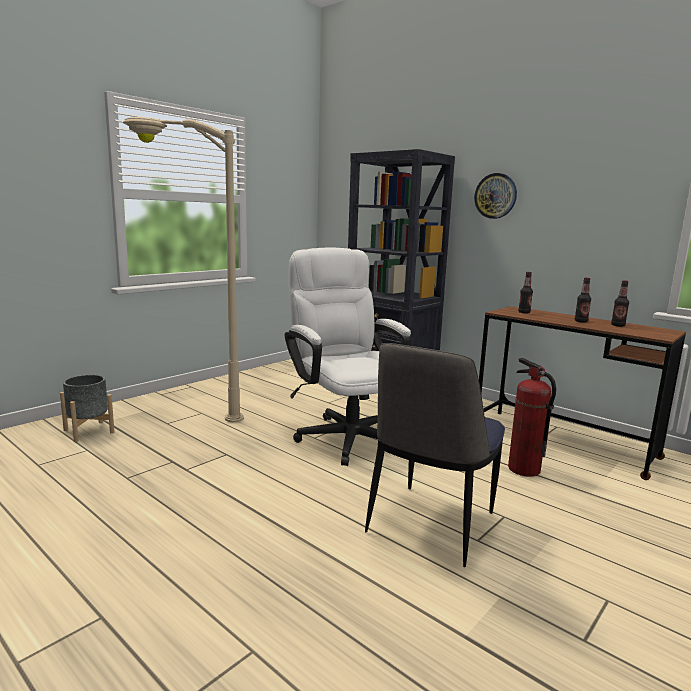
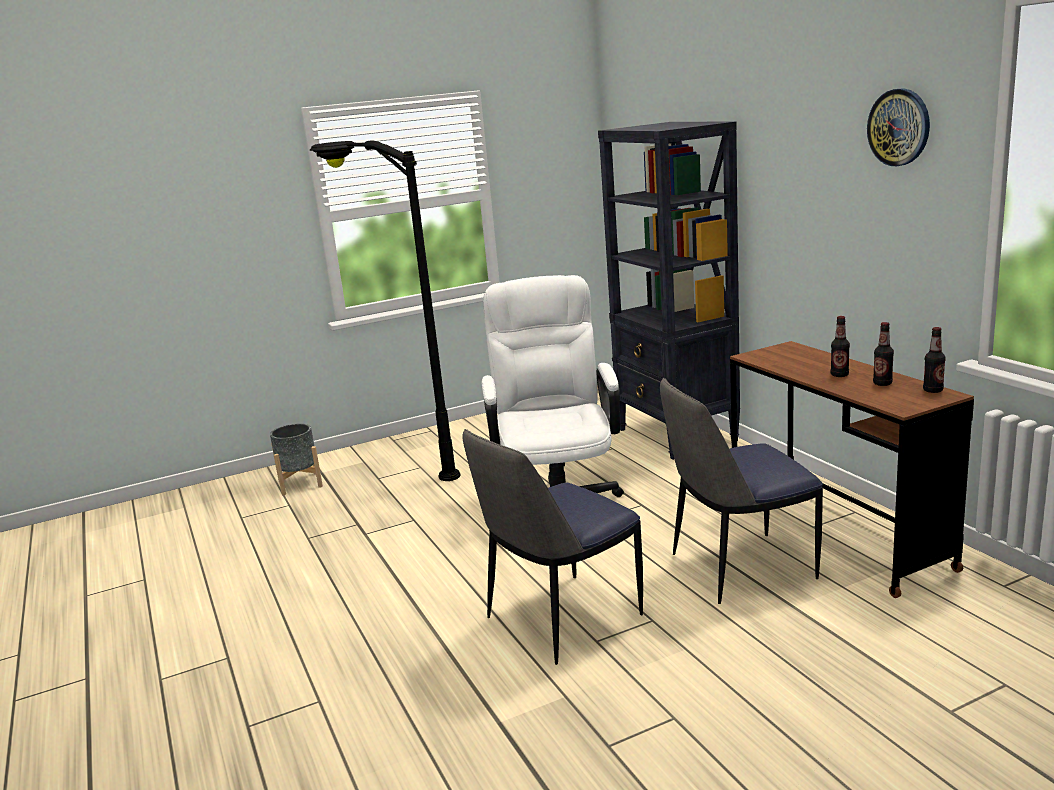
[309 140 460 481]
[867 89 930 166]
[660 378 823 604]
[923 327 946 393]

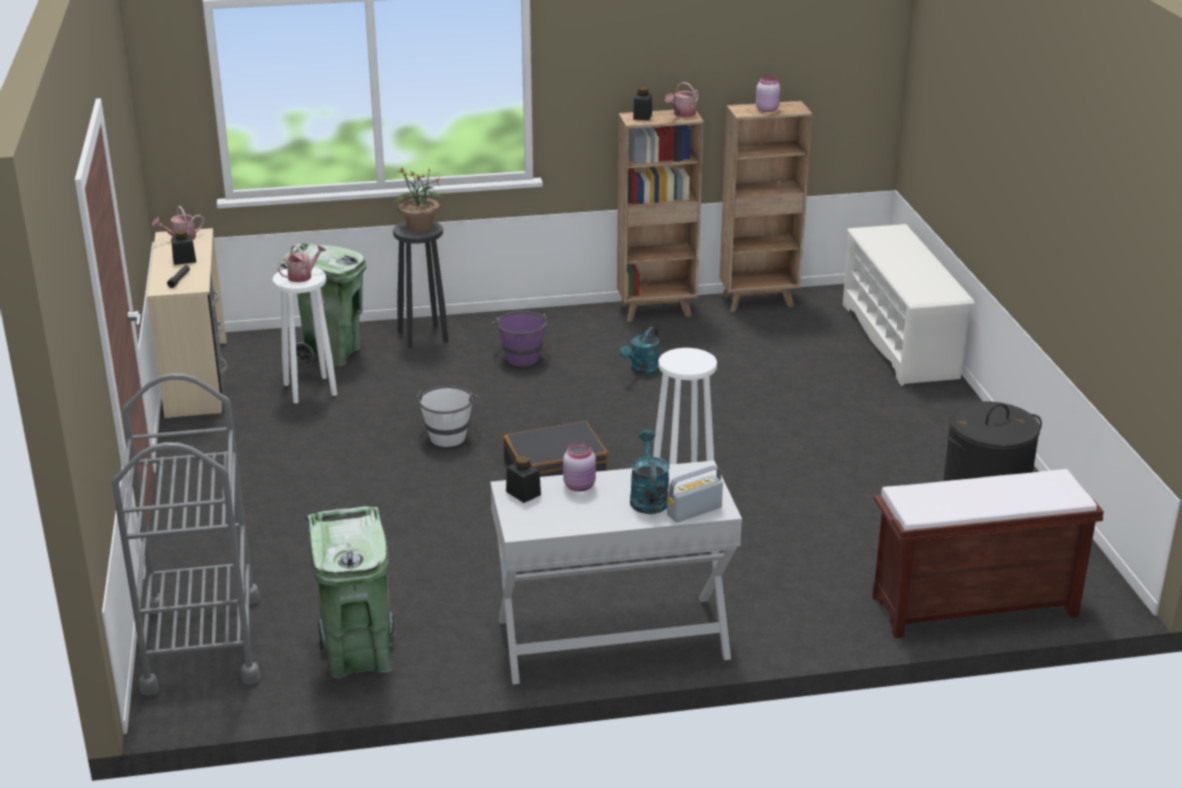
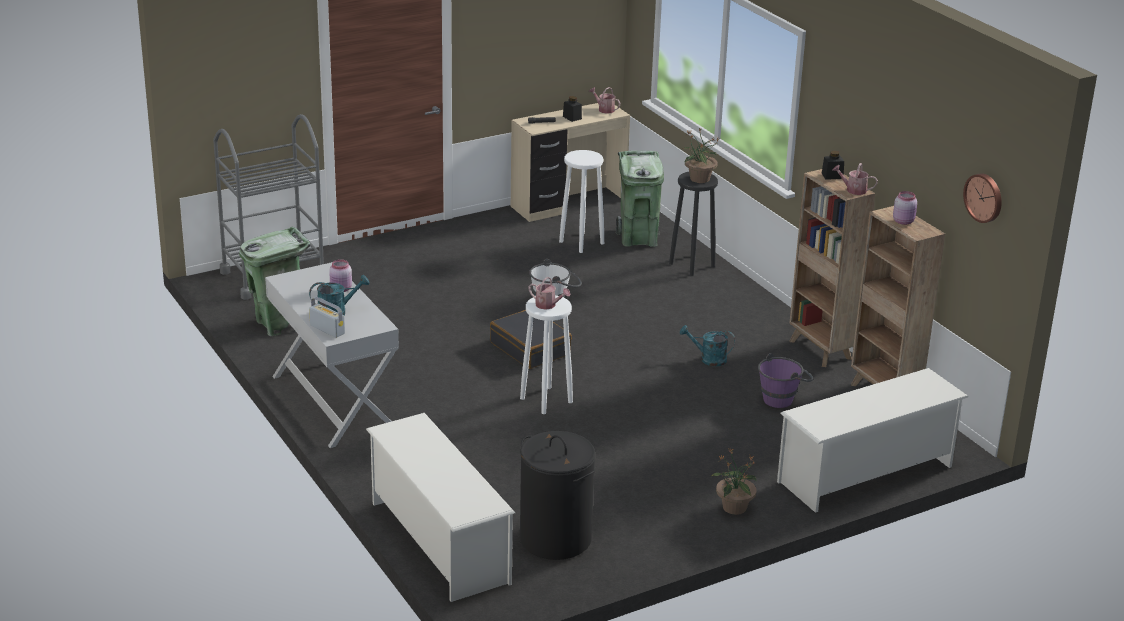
[528 277 570 310]
[758 353 814 408]
[506 456 541 503] (first image)
[366 413 515 602]
[712 448 757 515]
[963 174 1002 223]

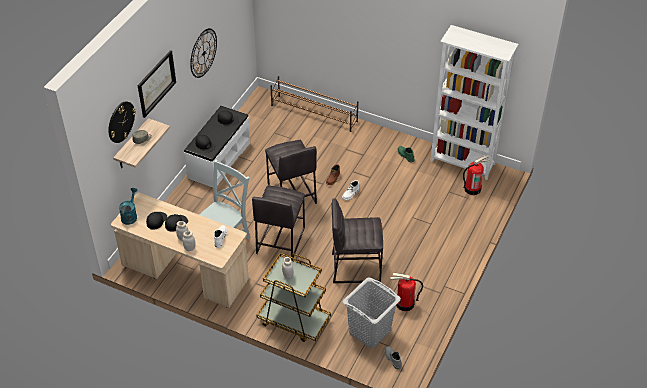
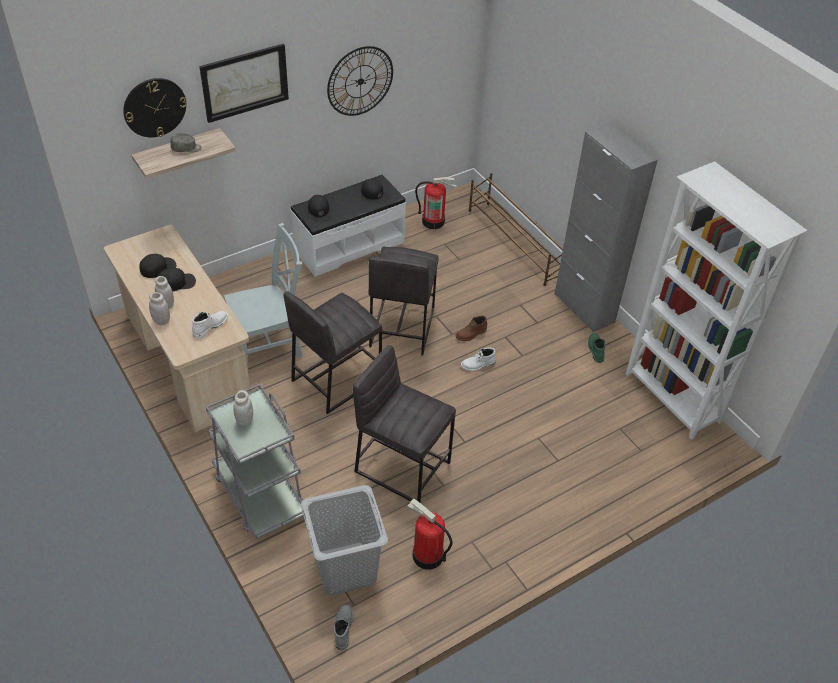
[119 188 137 225] (first image)
[206 384 304 539]
[415 177 456 229]
[554 123 658 332]

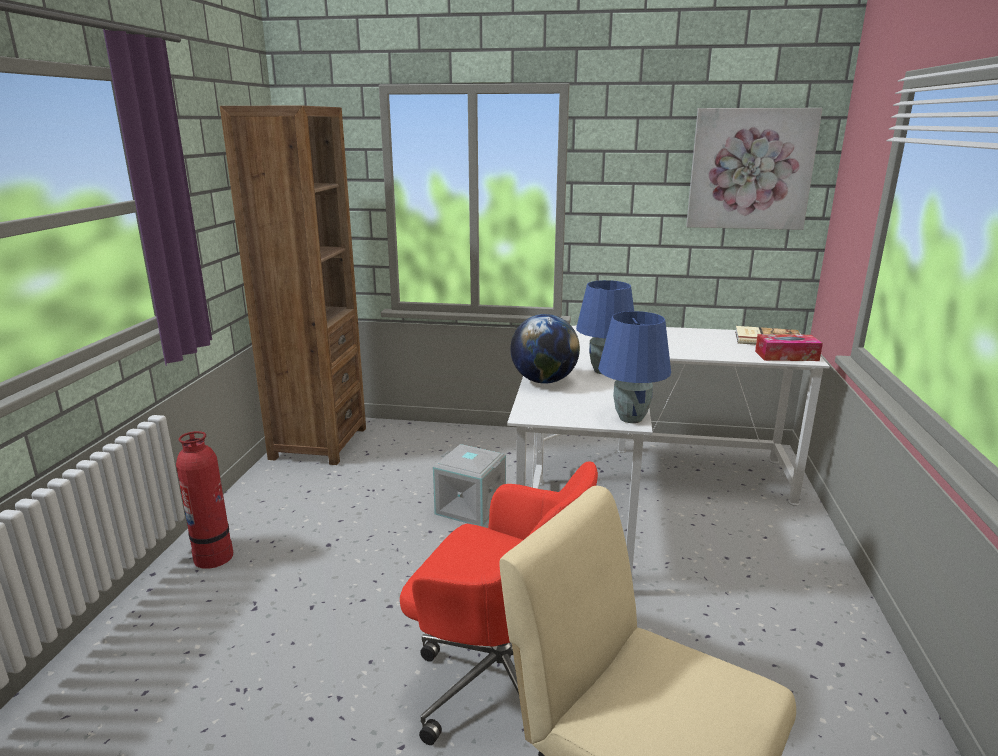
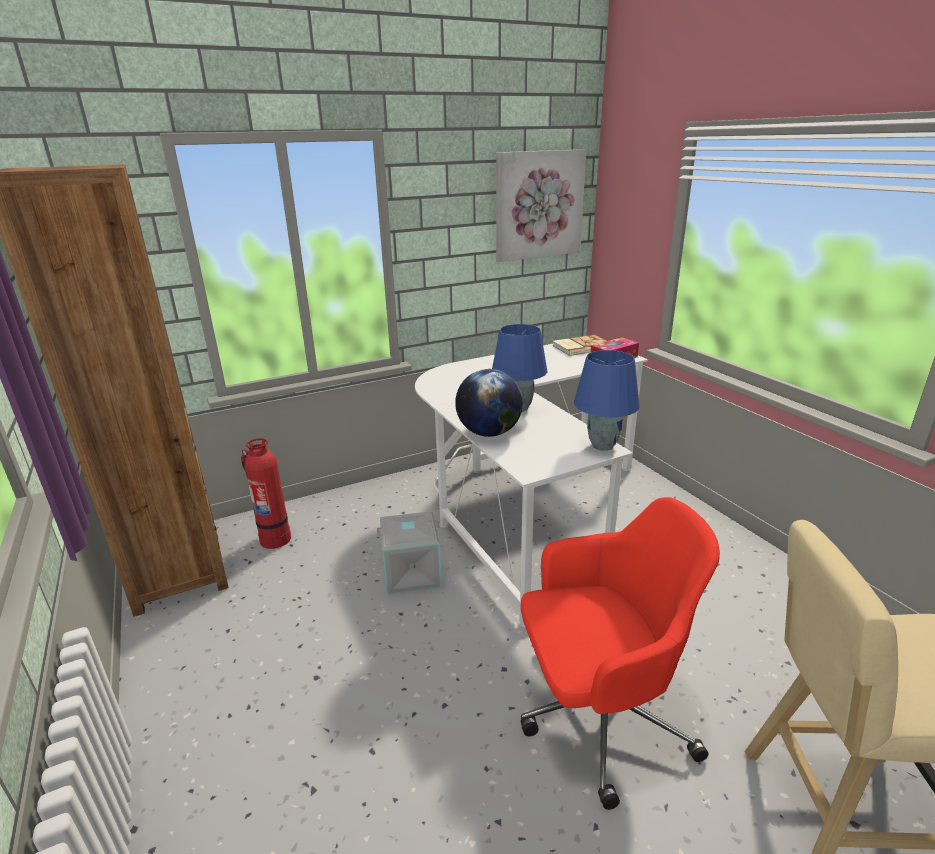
[241 438 291 549]

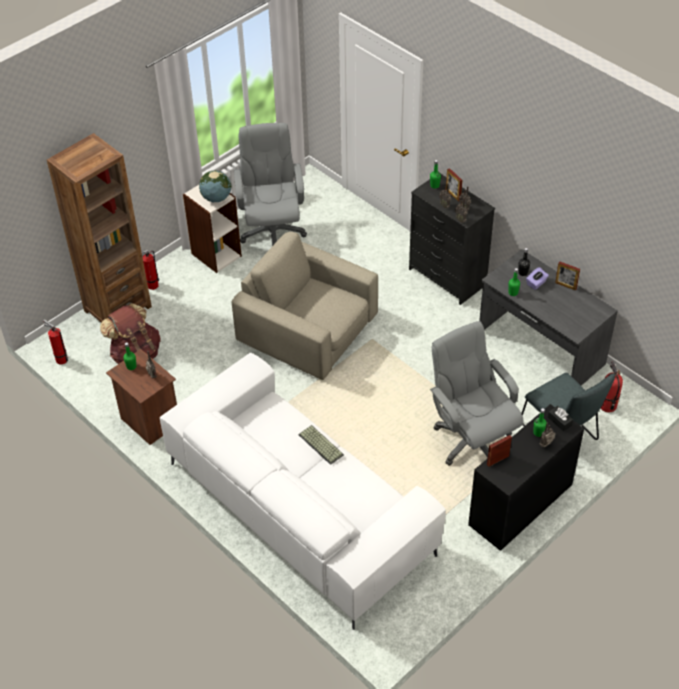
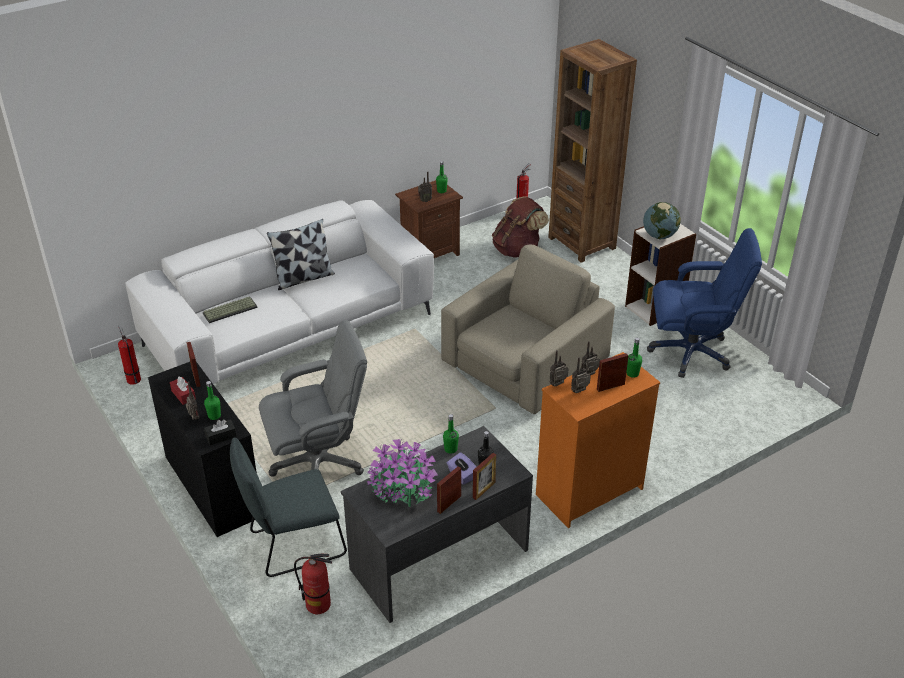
[118 325 141 385]
[647 228 762 378]
[203 296 258 323]
[536 352 660 528]
[170 377 196 405]
[267 219 335 290]
[367 439 438 507]
[473 453 496 500]

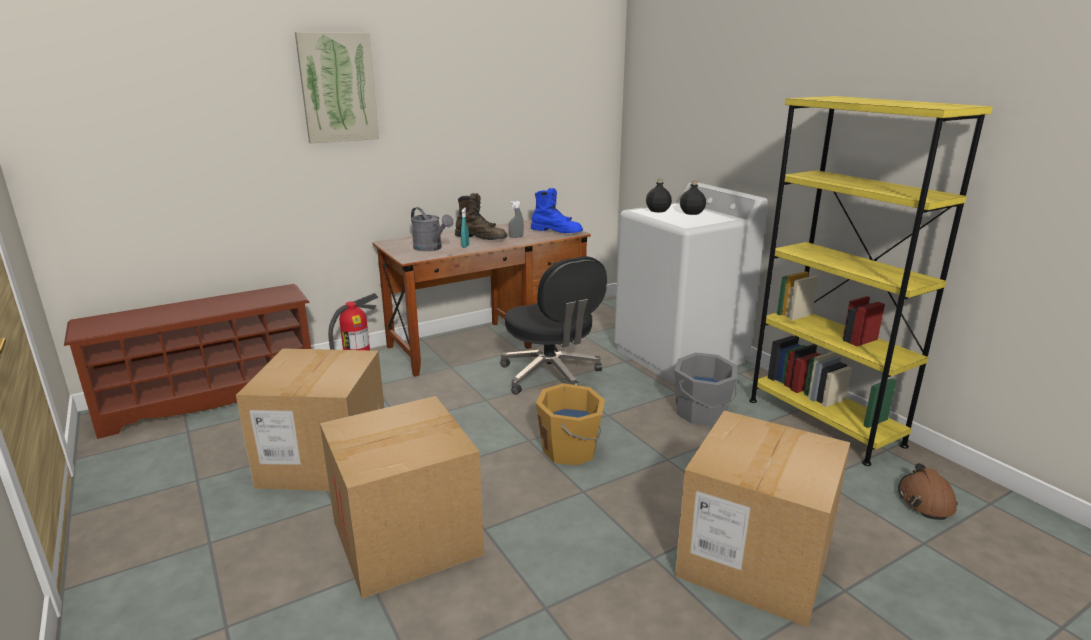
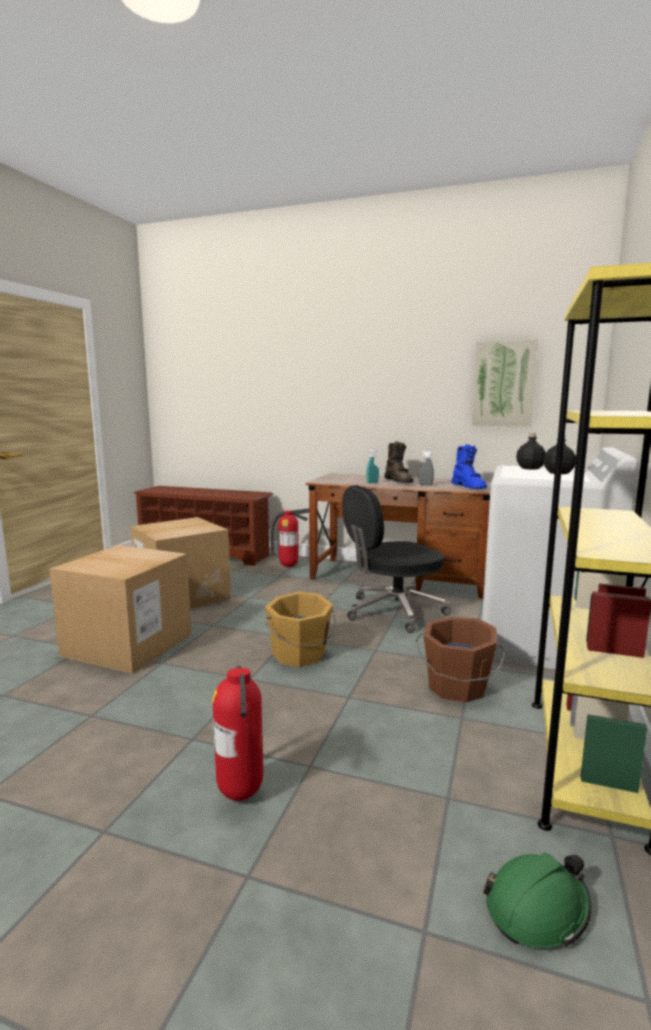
[472 339 538 426]
[411 207 453 251] (first image)
[342 485 451 633]
[415 617 505 702]
[213 666 263 801]
[483 853 591 948]

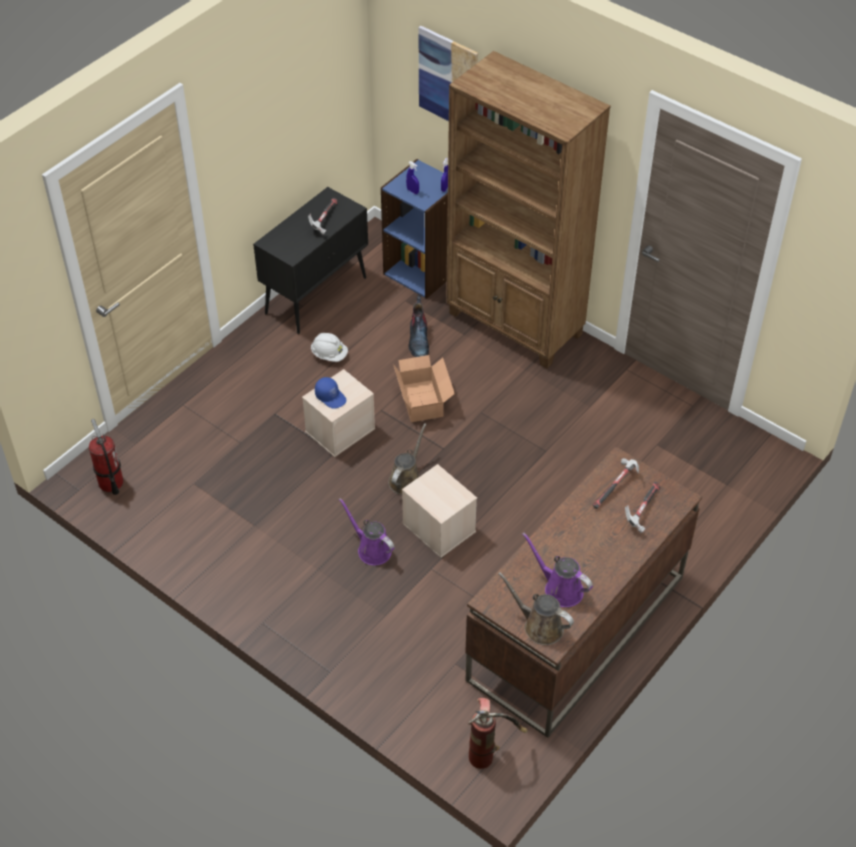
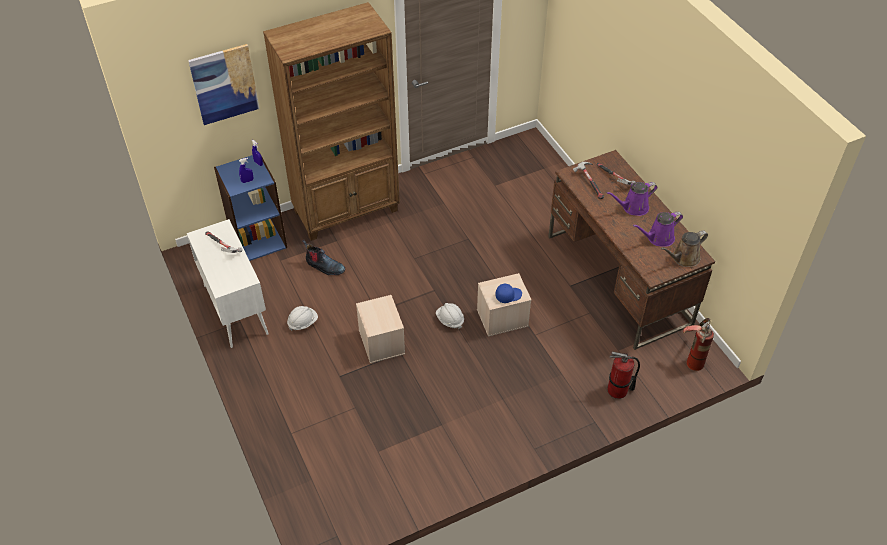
[607 351 640 399]
[187 219 269 348]
[496 284 522 303]
[606 182 658 216]
[436 303 464 329]
[393 355 455 422] (first image)

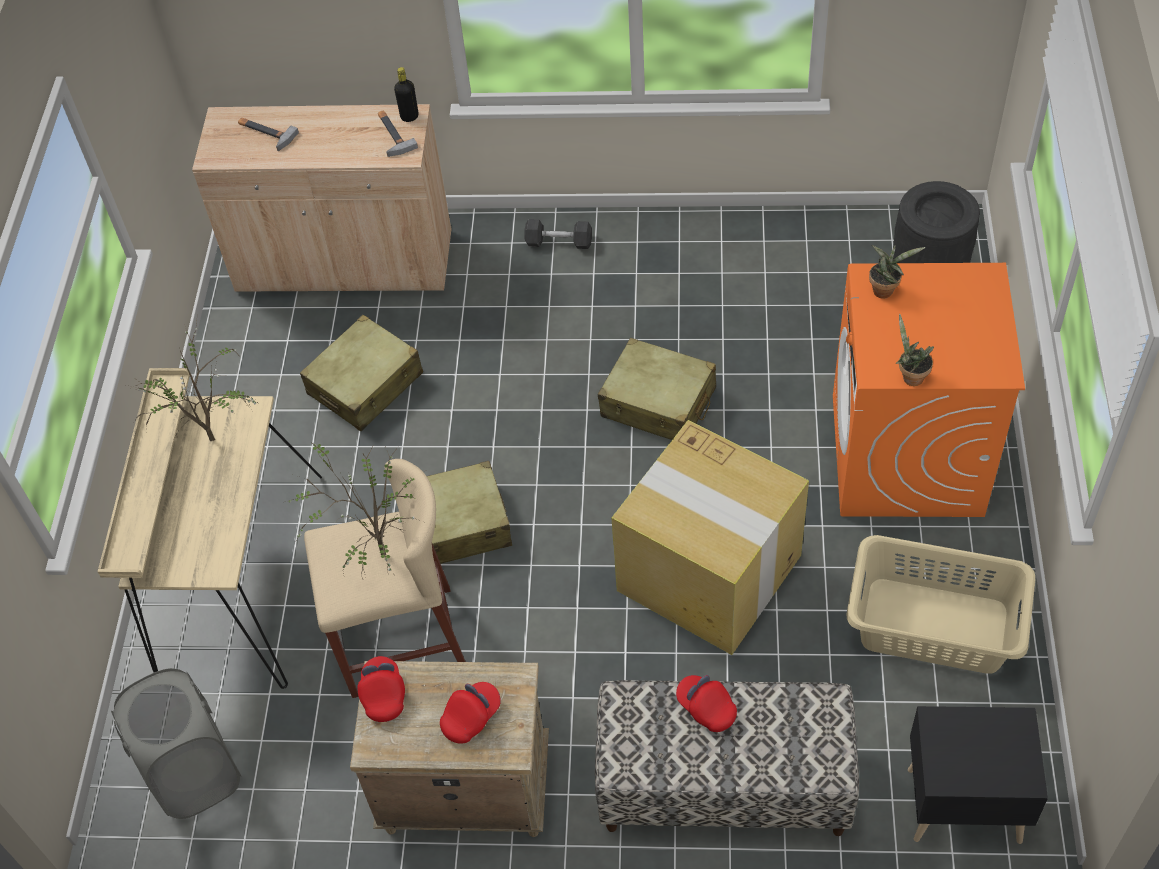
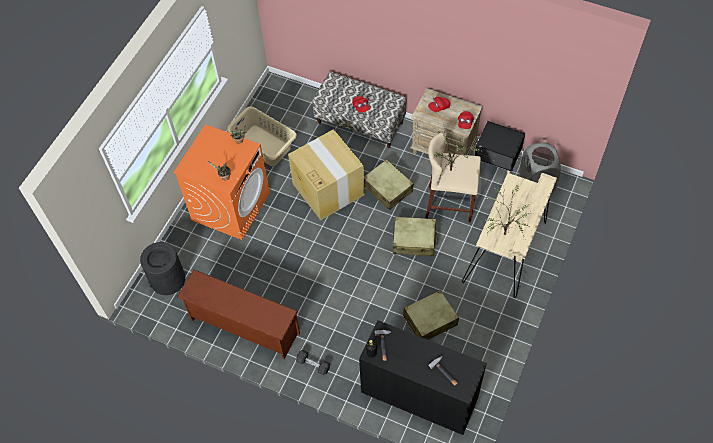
[359 320 487 435]
[364 159 414 210]
[475 121 525 173]
[177 269 300 359]

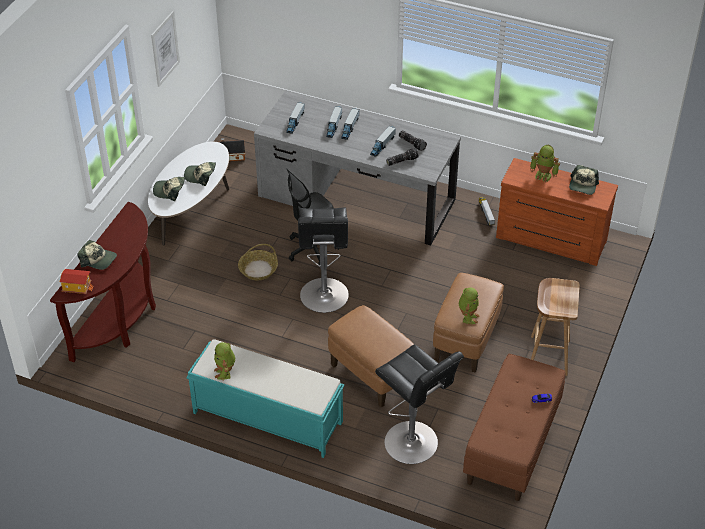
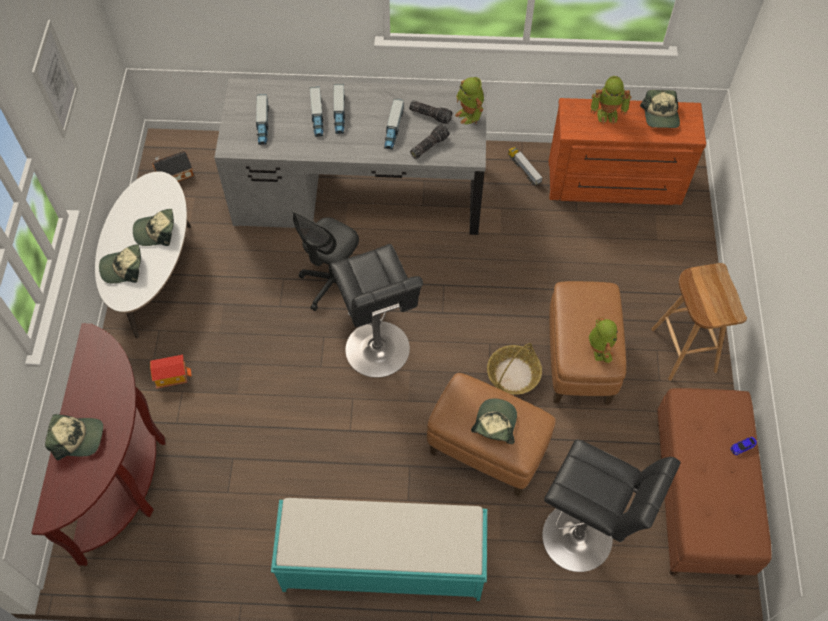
[150 355 192 389]
[455 77 484 124]
[487 343 542 395]
[471 398 517 444]

